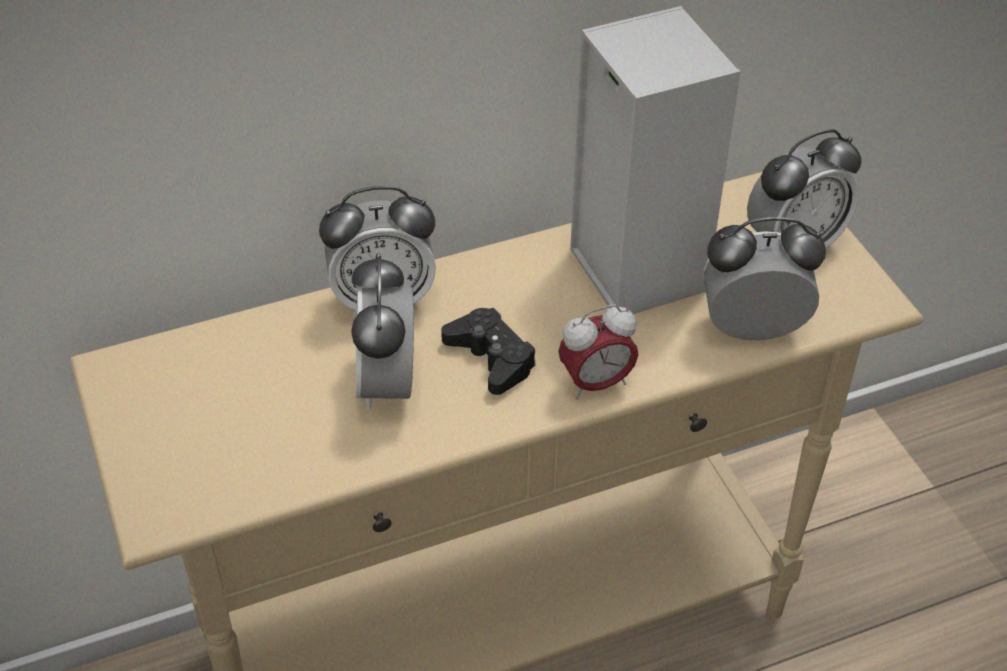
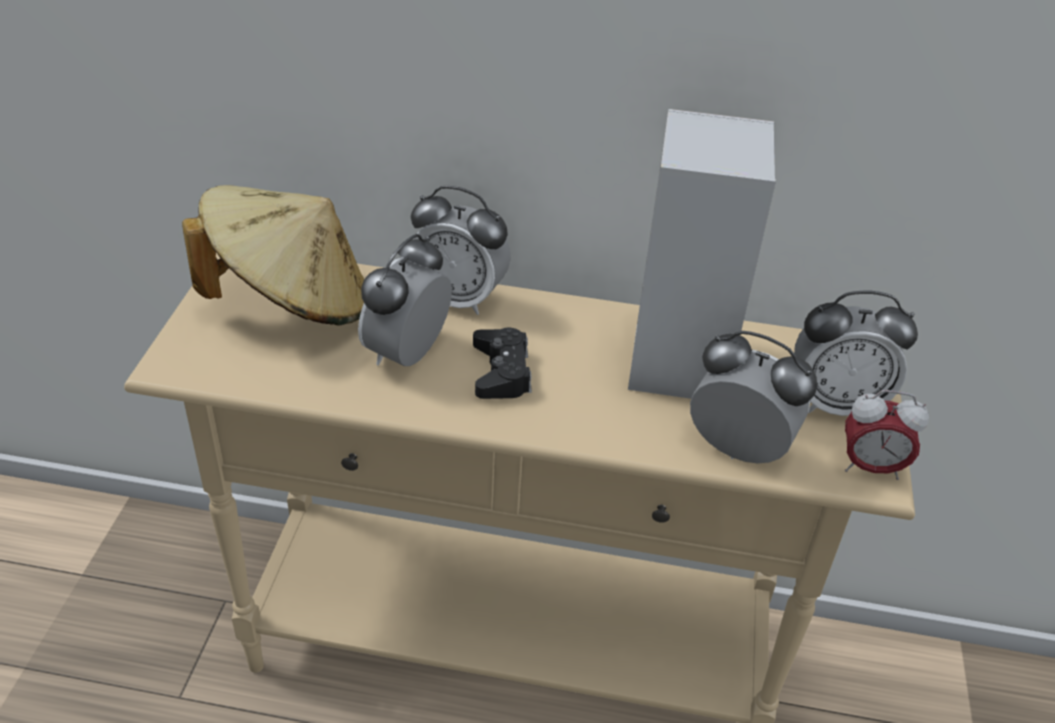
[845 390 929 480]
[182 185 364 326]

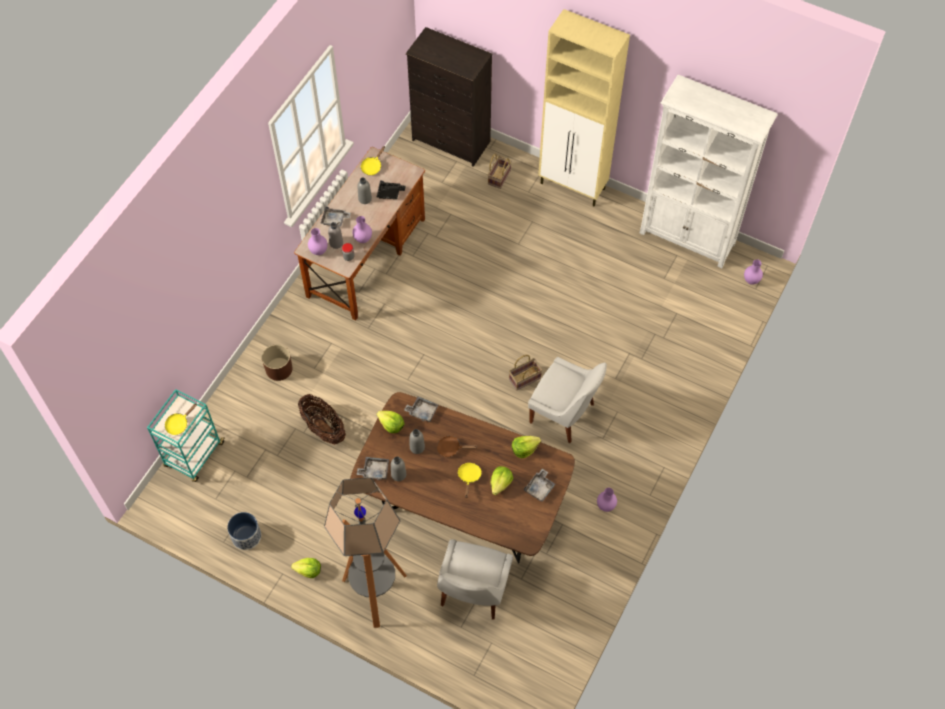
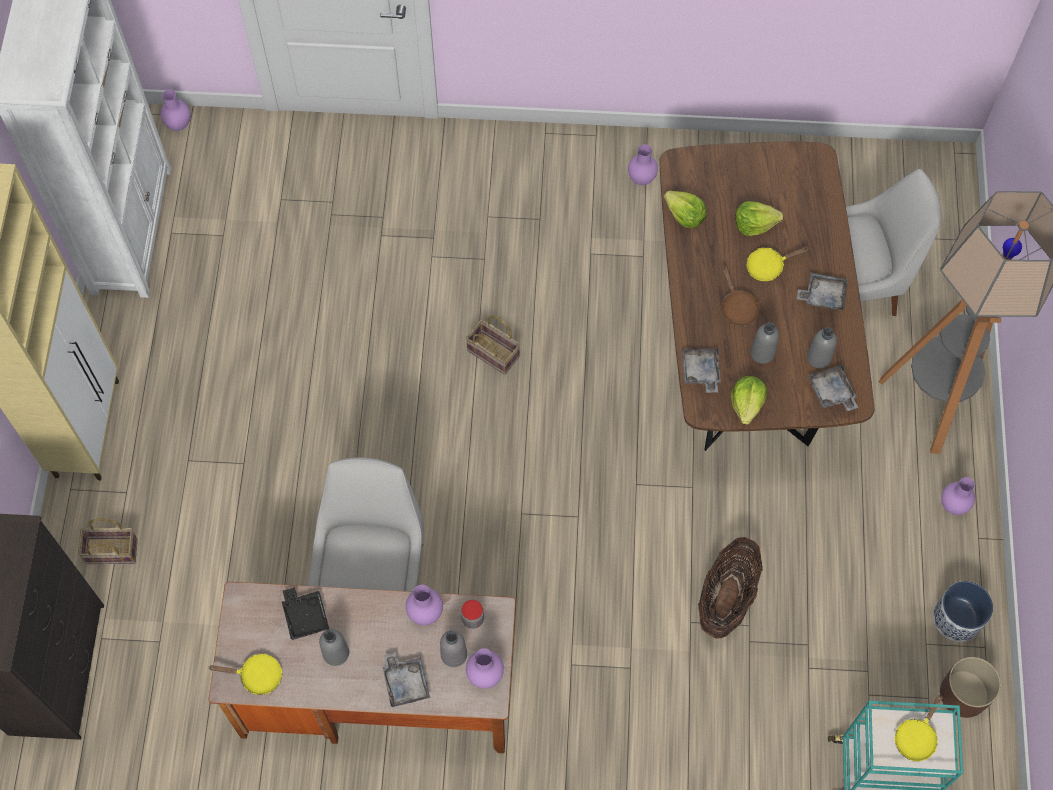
[895 694 943 761]
[940 657 1001 718]
[941 477 975 515]
[797 273 848 311]
[307 457 424 592]

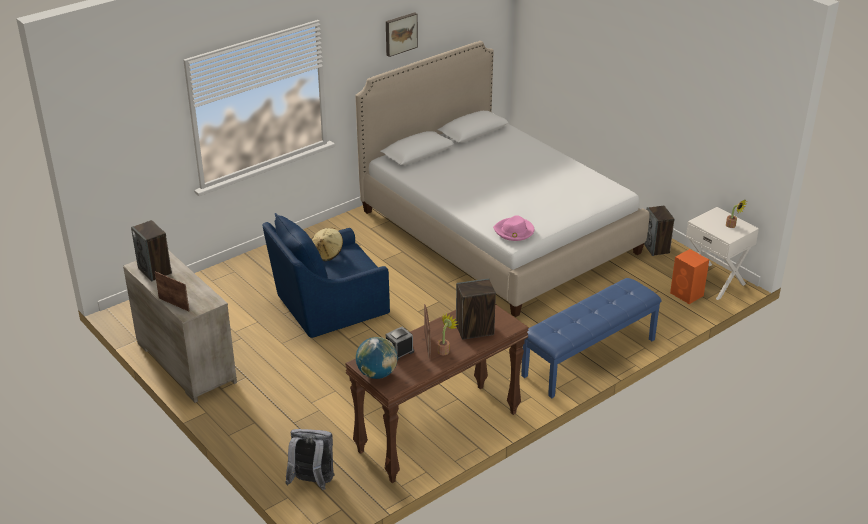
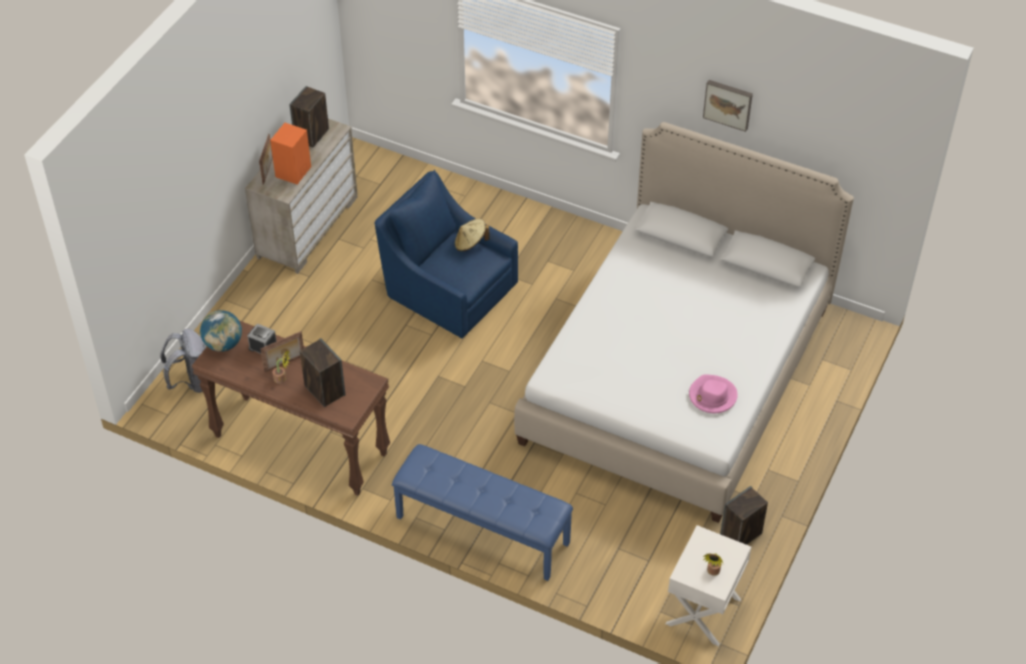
[689 374 738 413]
[270 123 311 184]

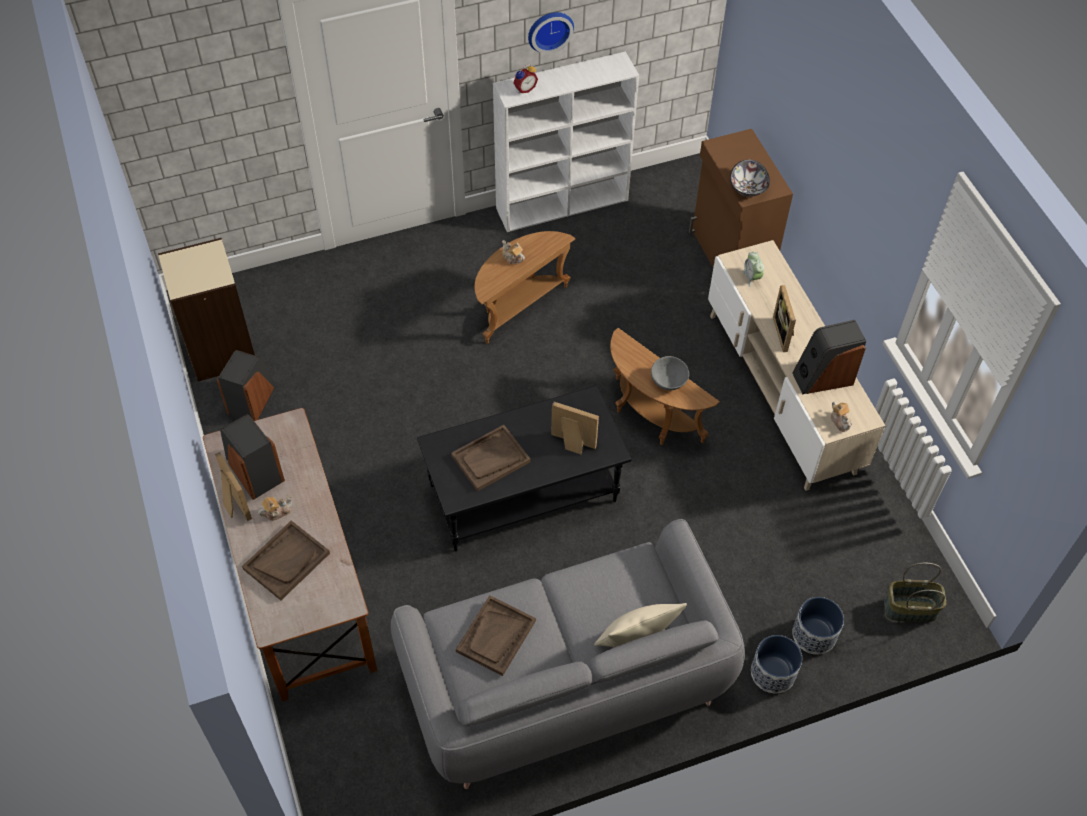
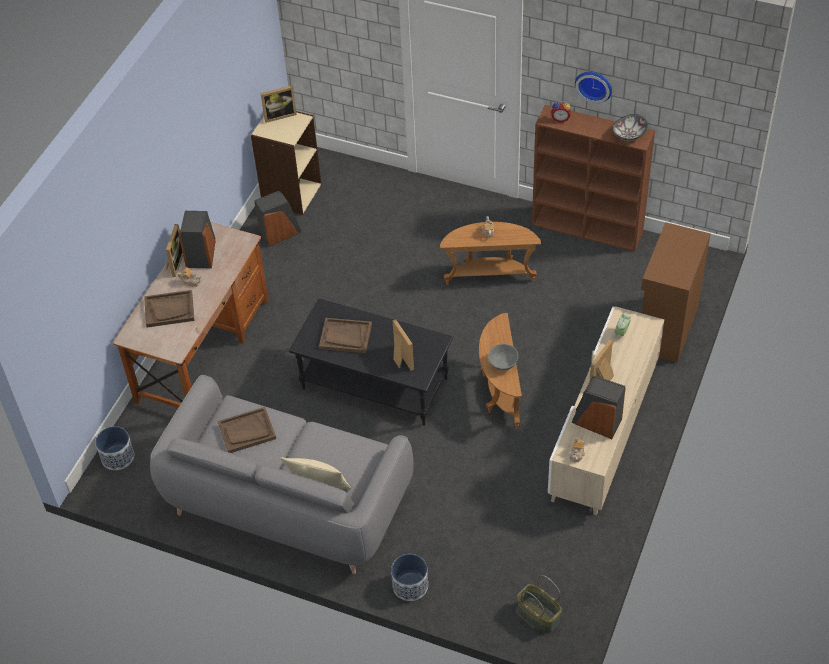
[532 105 655 251]
[612 114 648 141]
[95 426 134 470]
[261 85 297 123]

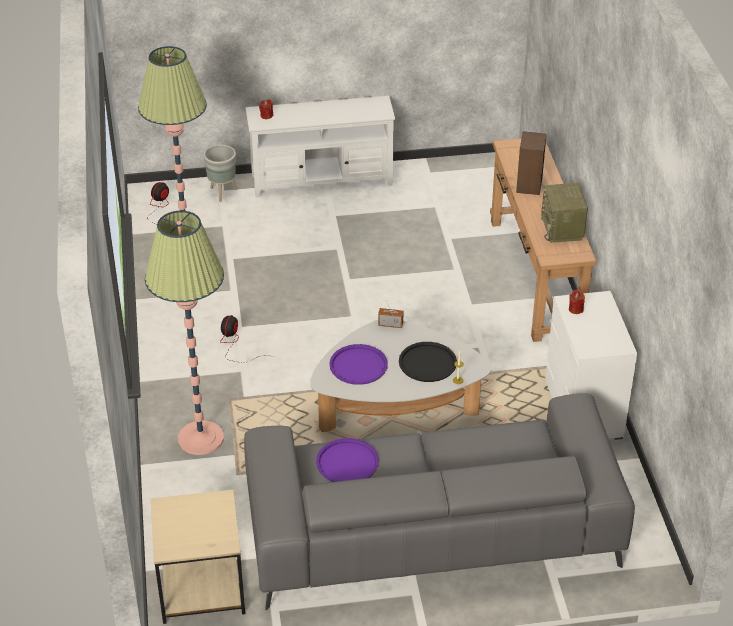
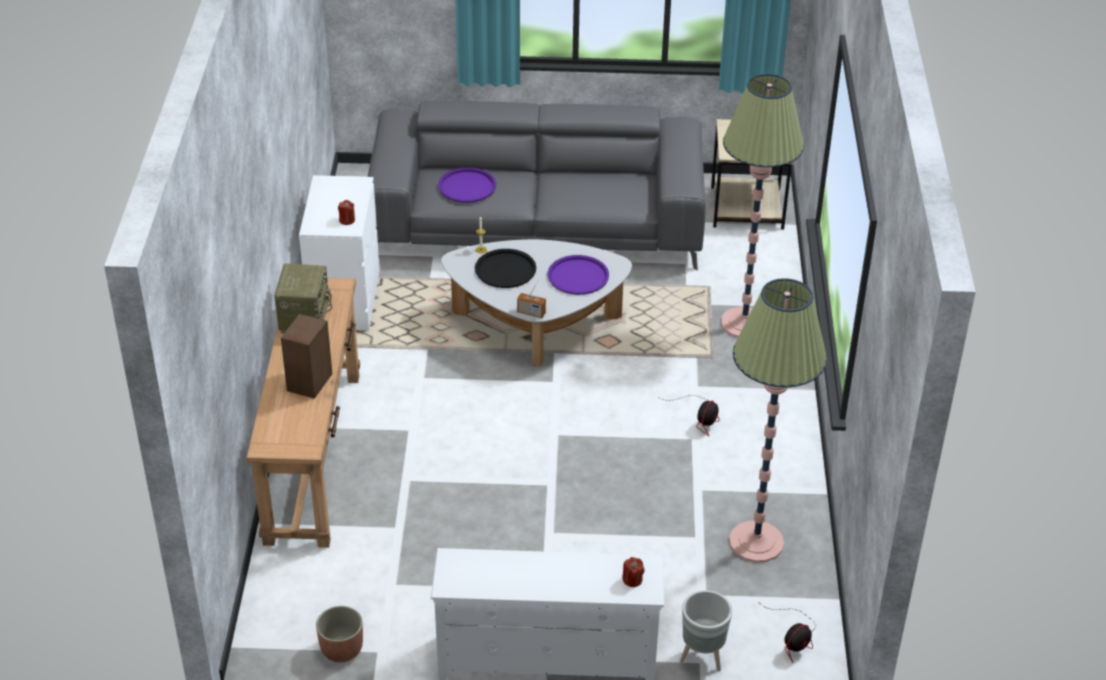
[438 167 496 203]
[316 606 363 662]

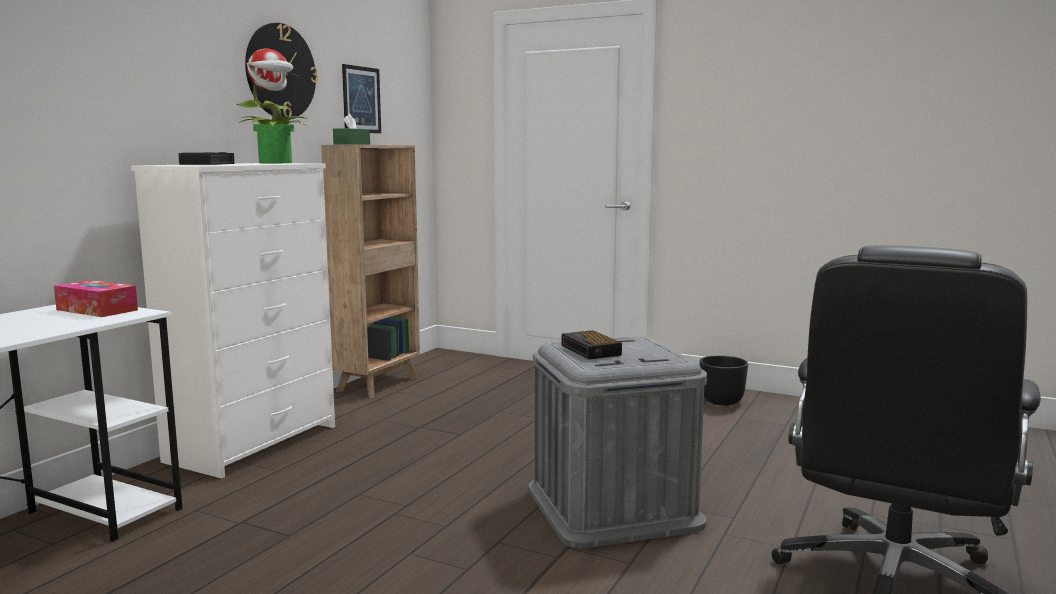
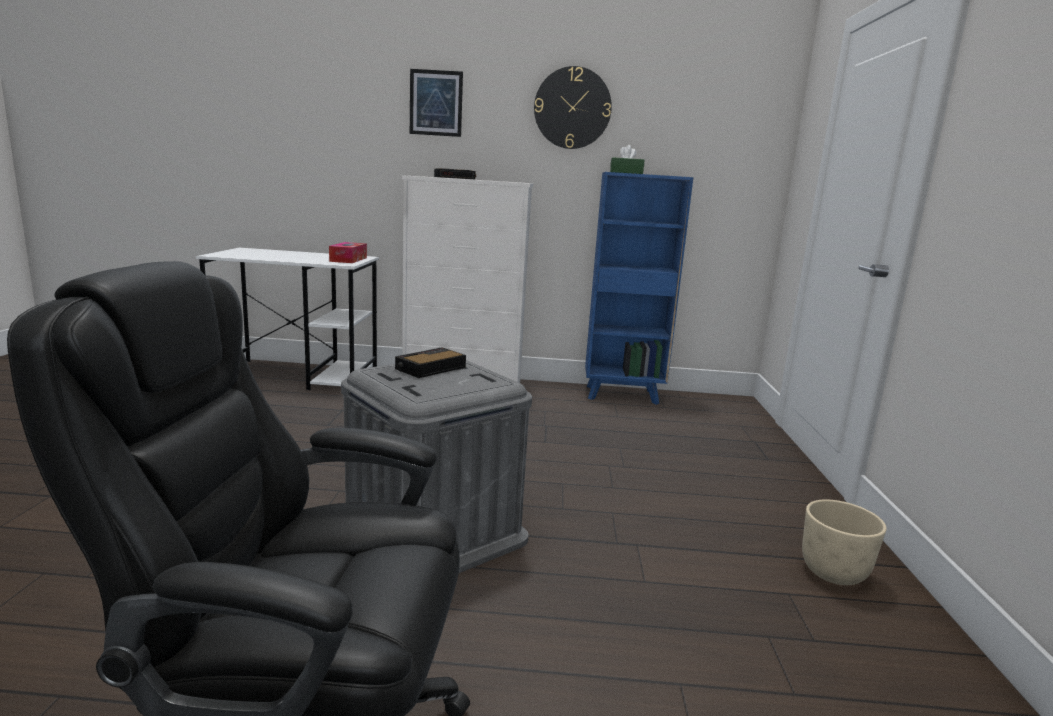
[235 48 307 163] (first image)
[585 172 693 405]
[410 69 463 137]
[802 499 887 585]

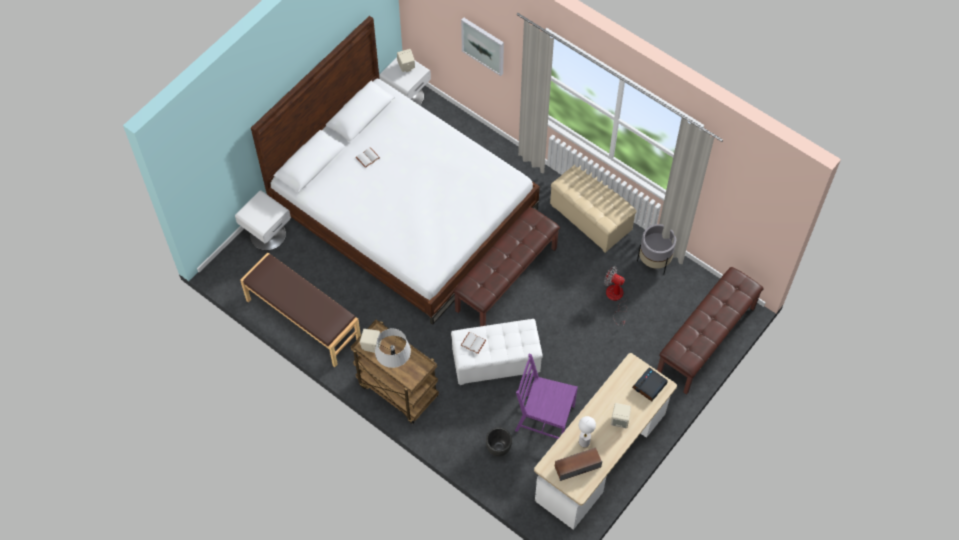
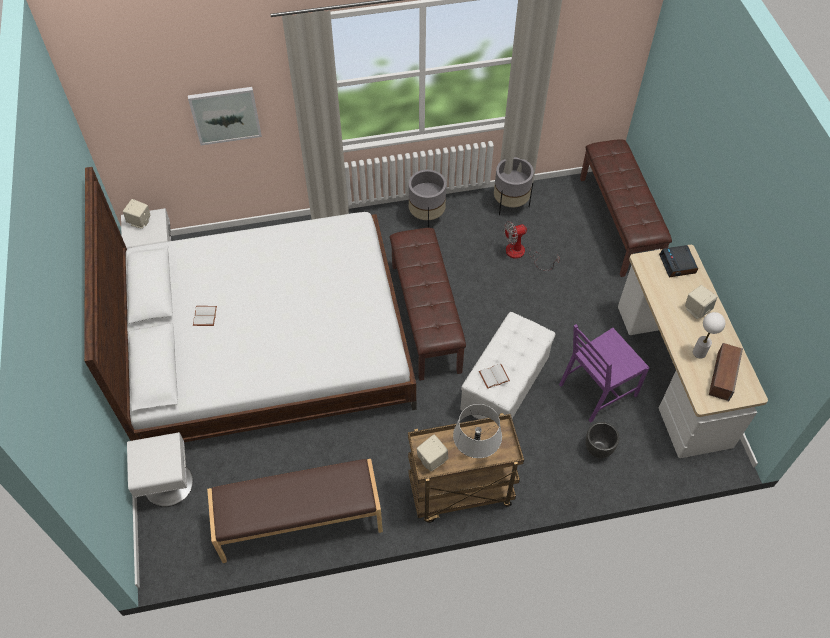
[409 170 446 228]

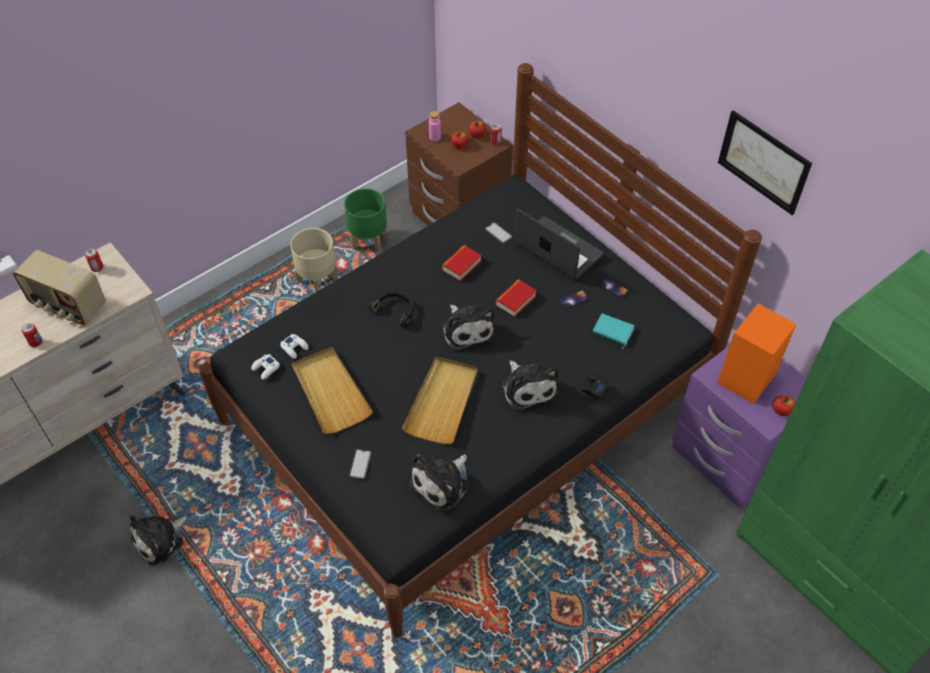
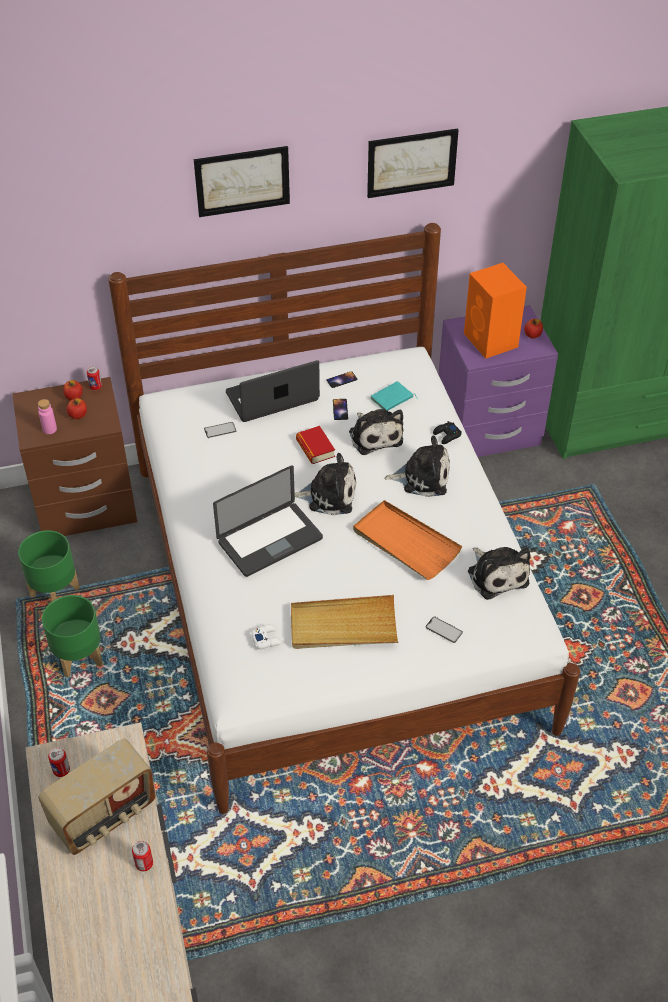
[349 409 403 455]
[108 223 580 814]
[251 354 280 380] (first image)
[42 595 103 678]
[213 465 323 577]
[353 500 462 580]
[442 245 482 282] (first image)
[194 146 290 217]

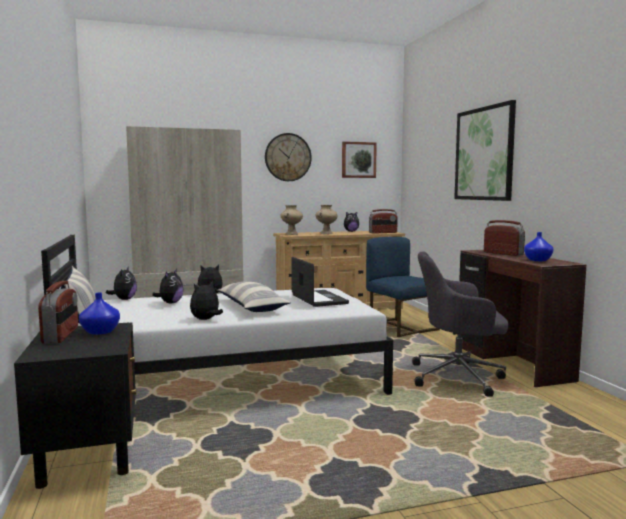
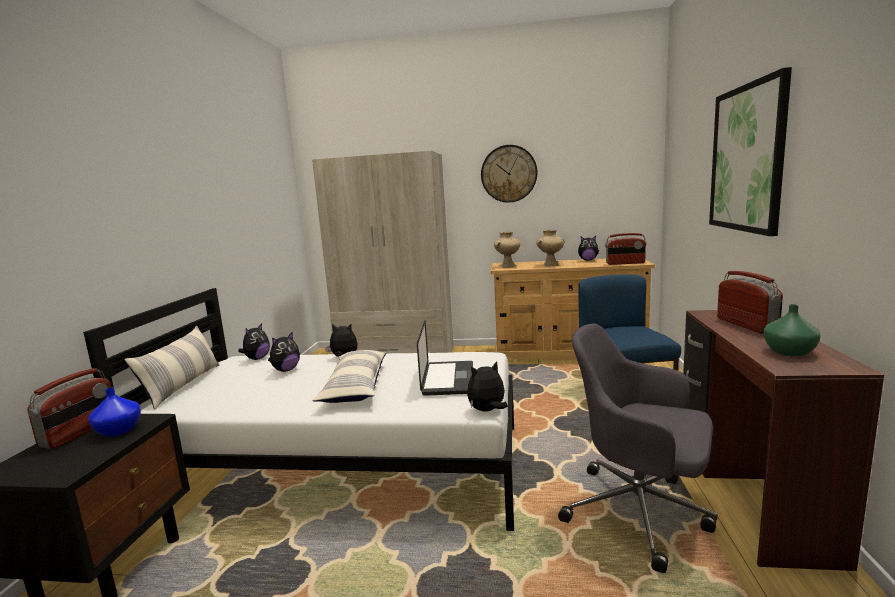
[467 361 508 411]
[342 141 377 178] (first image)
[763 304 821 356]

